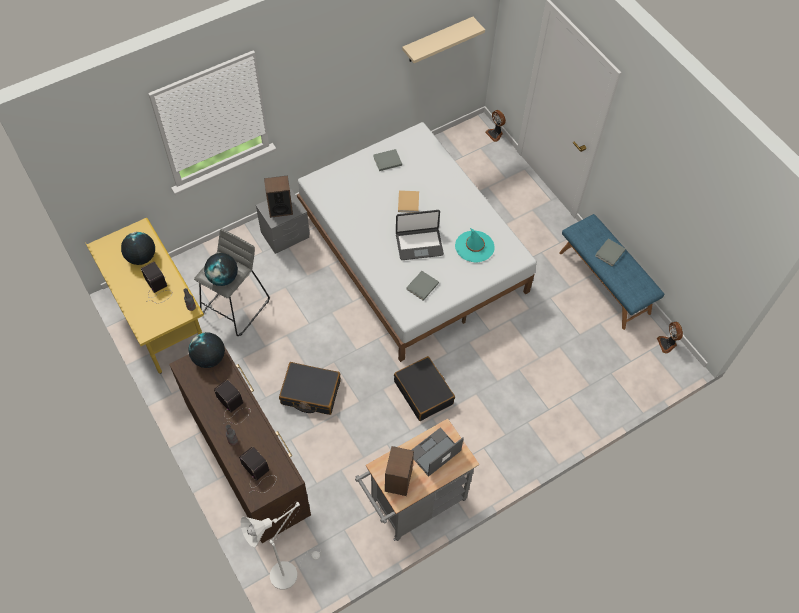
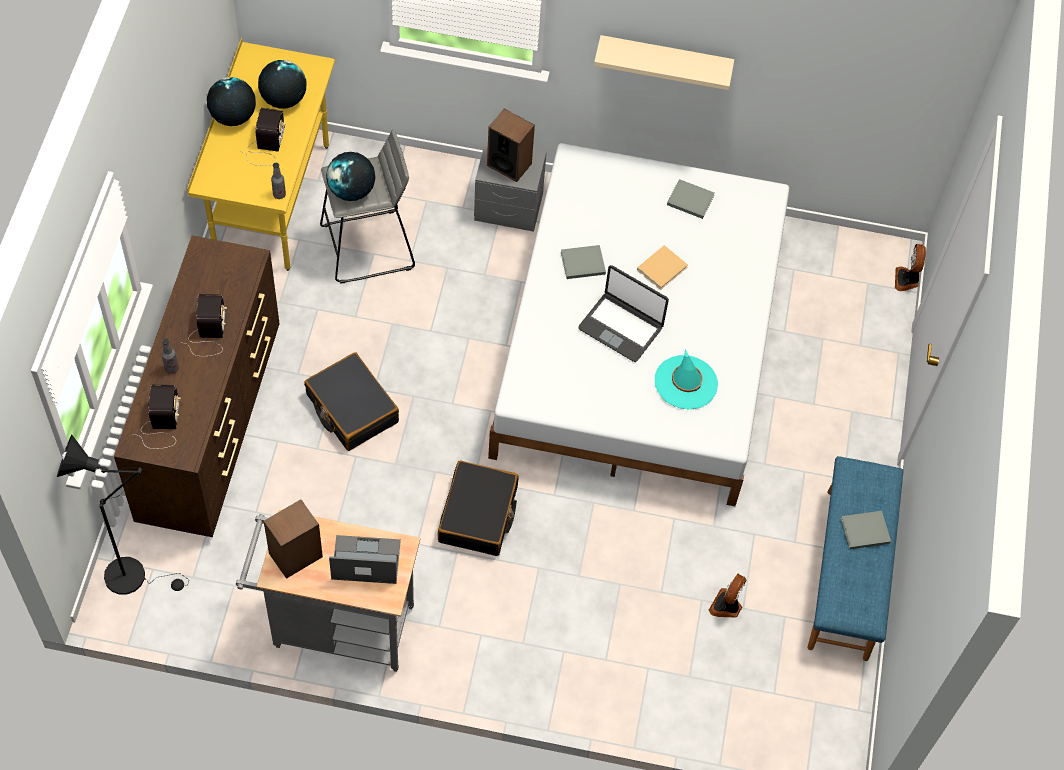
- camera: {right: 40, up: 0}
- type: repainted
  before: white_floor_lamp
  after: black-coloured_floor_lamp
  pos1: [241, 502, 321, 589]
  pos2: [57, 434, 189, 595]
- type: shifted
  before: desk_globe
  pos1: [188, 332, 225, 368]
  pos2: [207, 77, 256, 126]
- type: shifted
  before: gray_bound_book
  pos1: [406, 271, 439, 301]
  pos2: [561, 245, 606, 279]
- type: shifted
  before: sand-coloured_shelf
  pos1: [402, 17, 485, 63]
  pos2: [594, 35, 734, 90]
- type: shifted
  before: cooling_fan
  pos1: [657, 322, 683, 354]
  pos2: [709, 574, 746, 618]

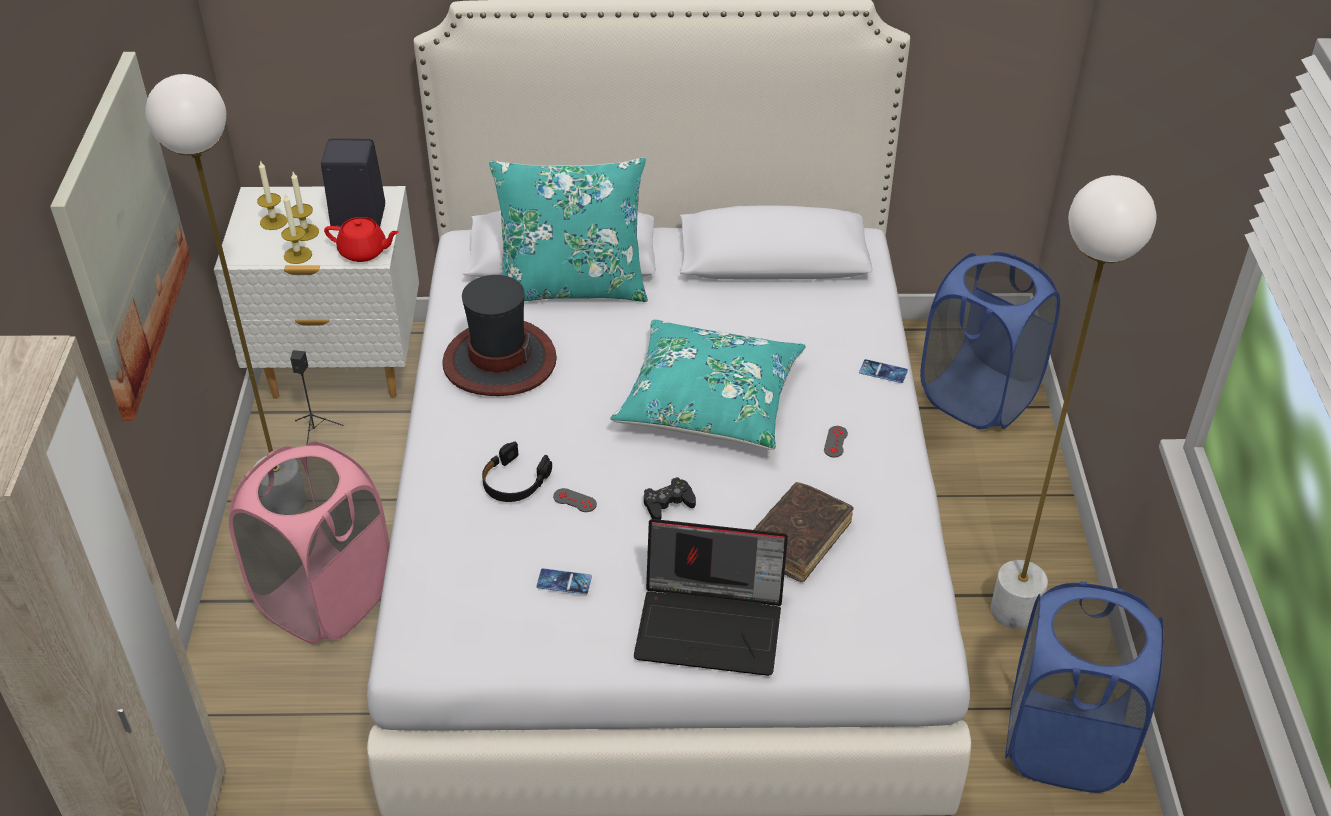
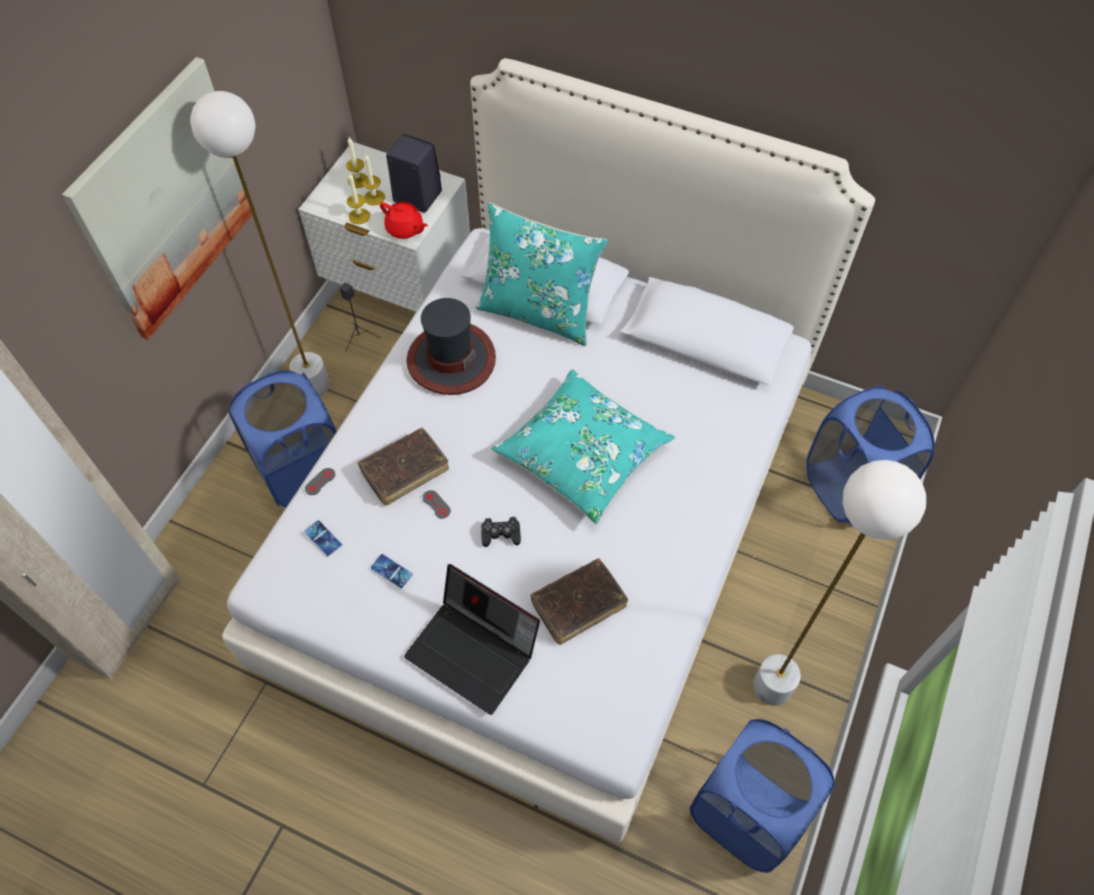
- camera: {right: 25, up: 15}
- type: repainted
  before: pink-coloured_laundry_basket
  after: bluish_laundry_basket
  pos1: [229, 441, 390, 644]
  pos2: [228, 370, 337, 507]
- type: shifted
  before: phone
  pos1: [859, 359, 908, 383]
  pos2: [304, 520, 342, 556]
- type: shifted
  before: gray_joypad
  pos1: [824, 426, 848, 458]
  pos2: [305, 468, 335, 495]
- type: swapped
  before: black-coloured_pair_of_headphones
  after: brownish_bound_book
  pos1: [482, 441, 552, 502]
  pos2: [357, 428, 449, 506]

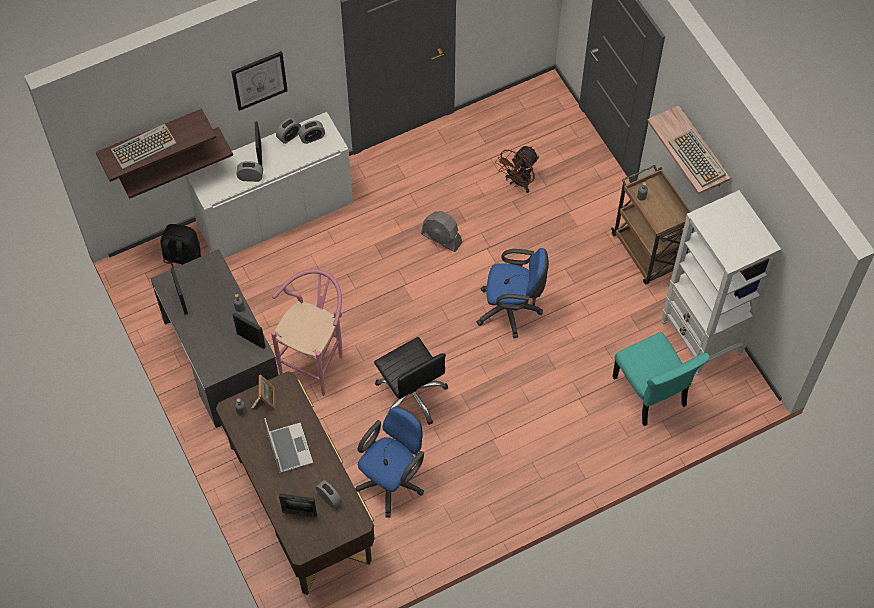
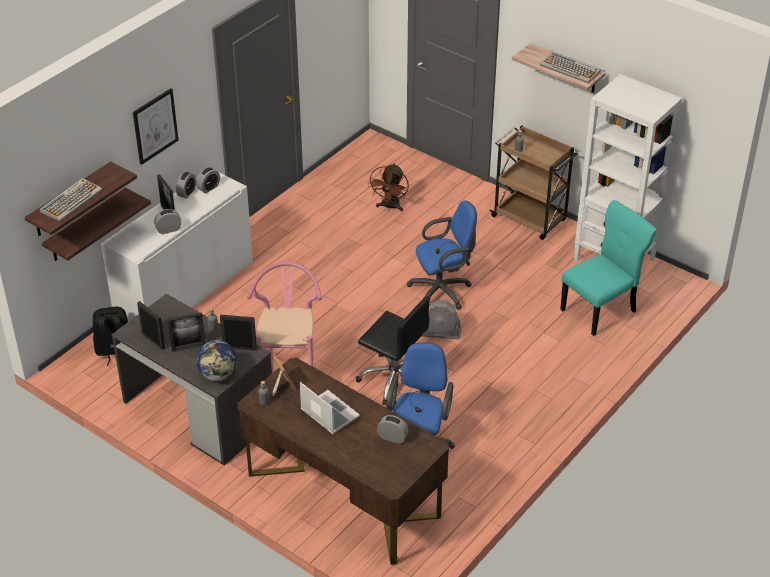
- camera: {right: -25, up: -20}
- type: shifted
  before: standing_frame
  pos1: [279, 493, 317, 518]
  pos2: [168, 312, 206, 352]
- type: new
  after: desk_globe
  pos2: [196, 340, 237, 381]
- type: shifted
  before: gray_cooling_fan
  pos1: [421, 211, 462, 252]
  pos2: [422, 300, 461, 339]
- type: rotated
  before: turquoise-coloured_chair
  pos1: [612, 332, 710, 426]
  pos2: [560, 200, 657, 336]
  turn: -75

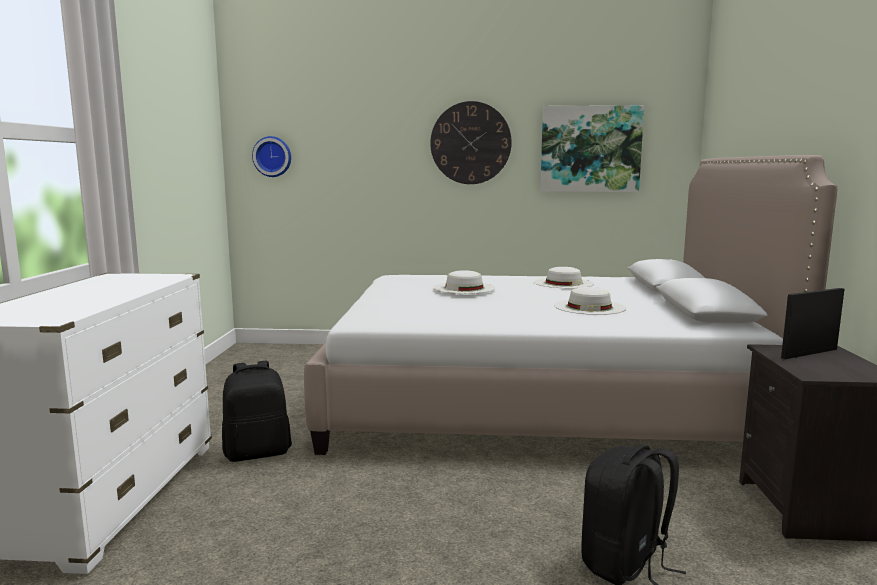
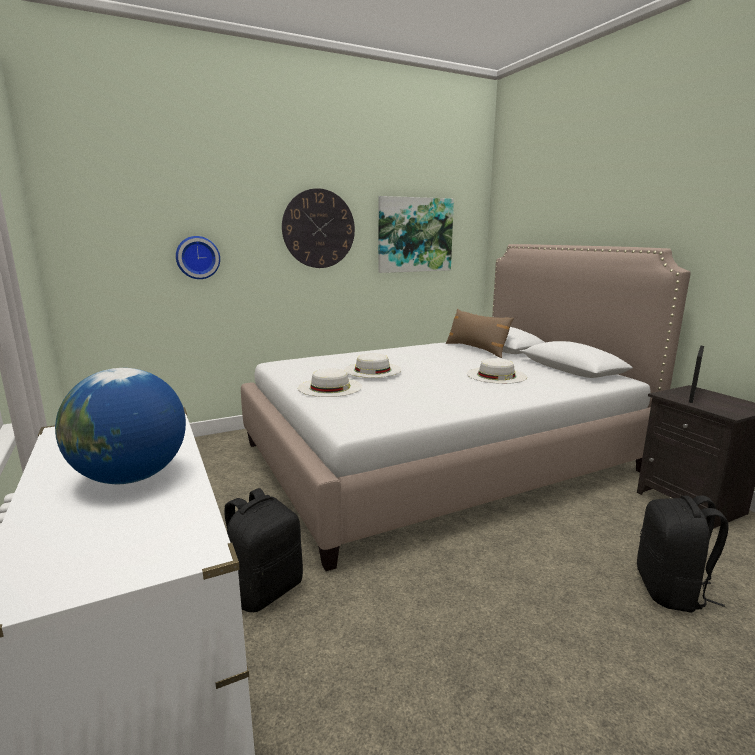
- camera: {right: -30, up: 5}
- type: new
  after: desk_globe
  pos2: [55, 368, 186, 484]
- type: shifted
  before: wall_clock
  pos1: [252, 136, 291, 177]
  pos2: [176, 236, 220, 279]
- type: shifted
  before: white_hat
  pos1: [534, 267, 594, 288]
  pos2: [298, 368, 362, 397]
- type: new
  after: brownish_throw_pillow
  pos2: [446, 309, 514, 358]

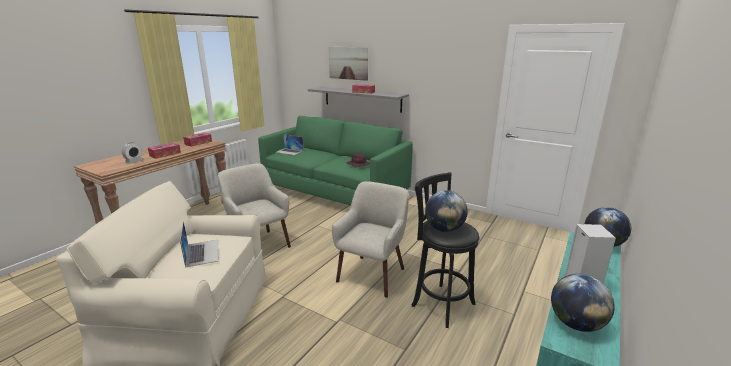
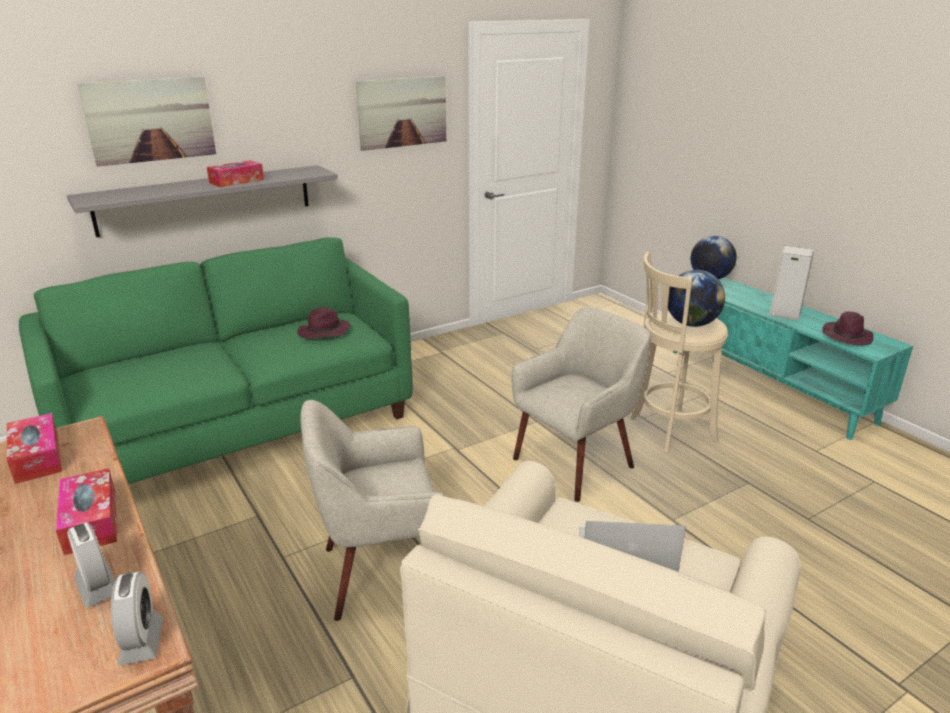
- camera: {right: -65, up: 5}
- type: new
  after: bedside_clock
  pos2: [111, 571, 163, 666]
- type: new
  after: wall_picture
  pos2: [356, 76, 446, 151]
- type: rotated
  before: sand-coloured_easy_chair
  pos1: [332, 181, 409, 298]
  pos2: [511, 306, 651, 502]
  turn: 90
- type: repainted
  before: black-coloured_stool
  after: sand-coloured_stool
  pos1: [412, 172, 479, 328]
  pos2: [630, 251, 728, 453]
- type: swapped
  before: desk_globe
  after: purplish_hat
  pos1: [551, 274, 615, 332]
  pos2: [822, 311, 874, 345]
- type: gone
  before: portable_computer
  pos1: [276, 134, 304, 155]

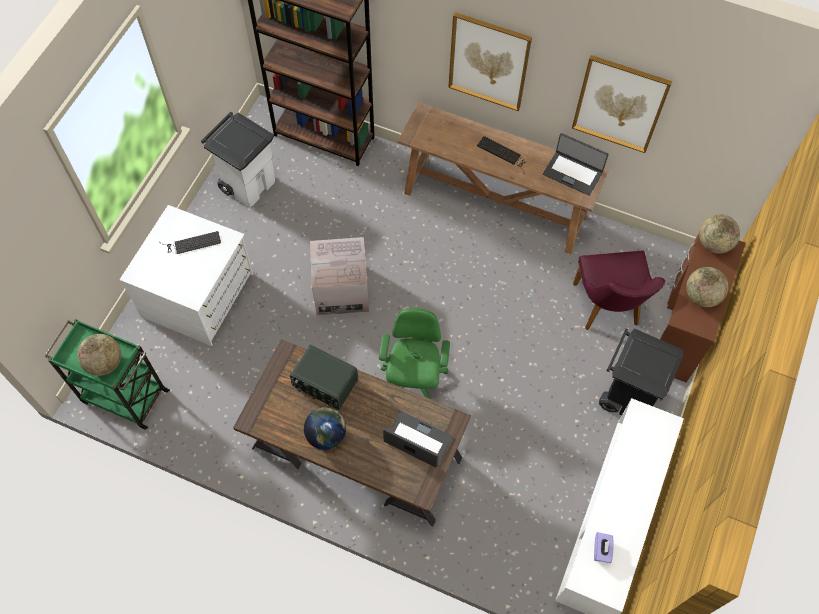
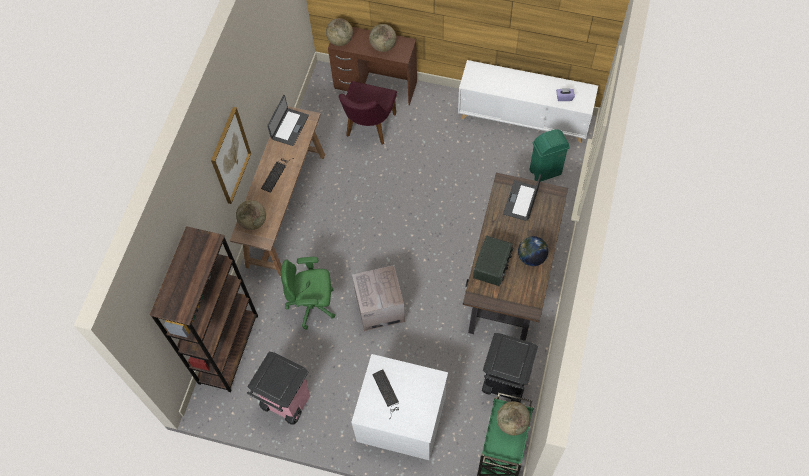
- camera: {right: -95, up: 0}
- type: new
  after: desk_globe
  pos2: [236, 200, 266, 230]
- type: repainted
  before: white_waste_bin
  after: pink-coloured_waste_bin
  pos1: [201, 112, 275, 208]
  pos2: [247, 352, 310, 425]
- type: shifted
  before: green-coloured_computer_chair
  pos1: [379, 308, 450, 399]
  pos2: [281, 257, 335, 330]
- type: rotated
  before: purplish_chair
  pos1: [573, 251, 665, 330]
  pos2: [339, 81, 397, 144]
  turn: 120
- type: shifted
  before: black-coloured_waste_bin
  pos1: [599, 328, 684, 416]
  pos2: [482, 333, 539, 403]
- type: new
  after: green-coloured_waste_bin
  pos2: [530, 129, 570, 182]
- type: gone
  before: wall_picture
  pos1: [572, 55, 672, 153]

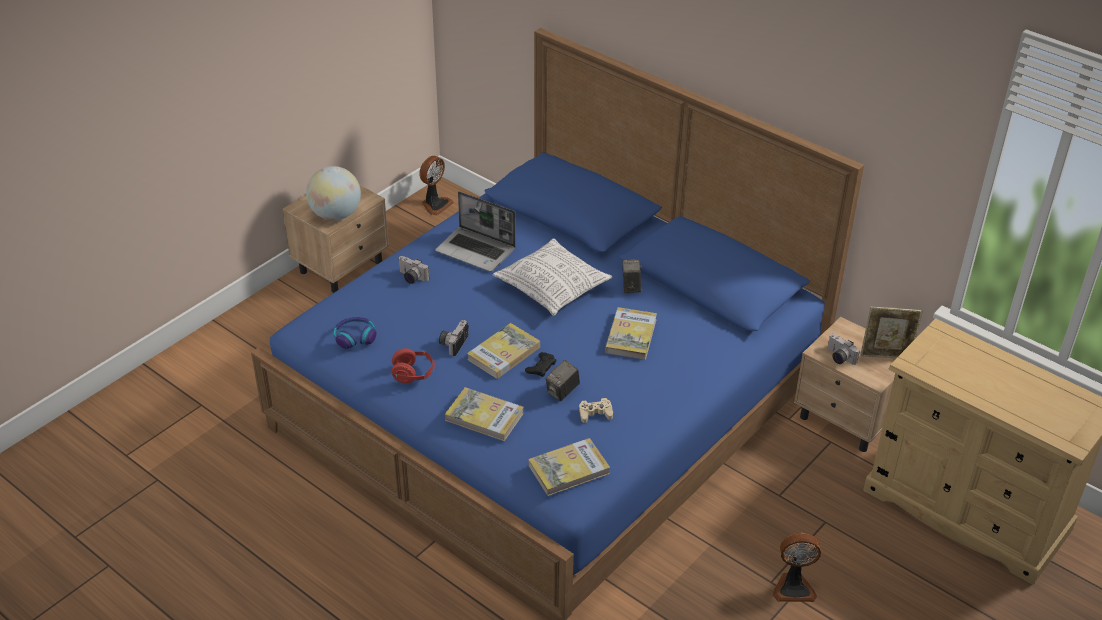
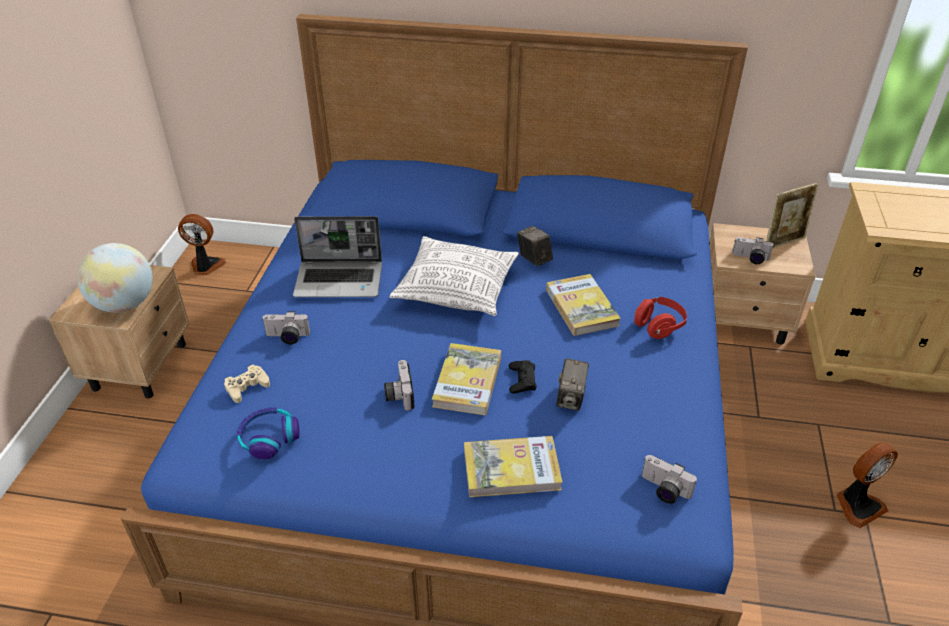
- camera: {right: -30, up: 0}
- type: rotated
  before: cooling_fan
  pos1: [419, 156, 454, 216]
  pos2: [178, 214, 227, 275]
  turn: -90
- type: shifted
  before: sand-coloured_joypad
  pos1: [579, 398, 613, 423]
  pos2: [224, 364, 270, 403]
- type: shifted
  before: red_pair_of_headphones
  pos1: [392, 348, 435, 384]
  pos2: [634, 297, 687, 339]
- type: swapped
  before: bound_book
  after: still_camera
  pos1: [528, 438, 610, 496]
  pos2: [642, 455, 697, 504]

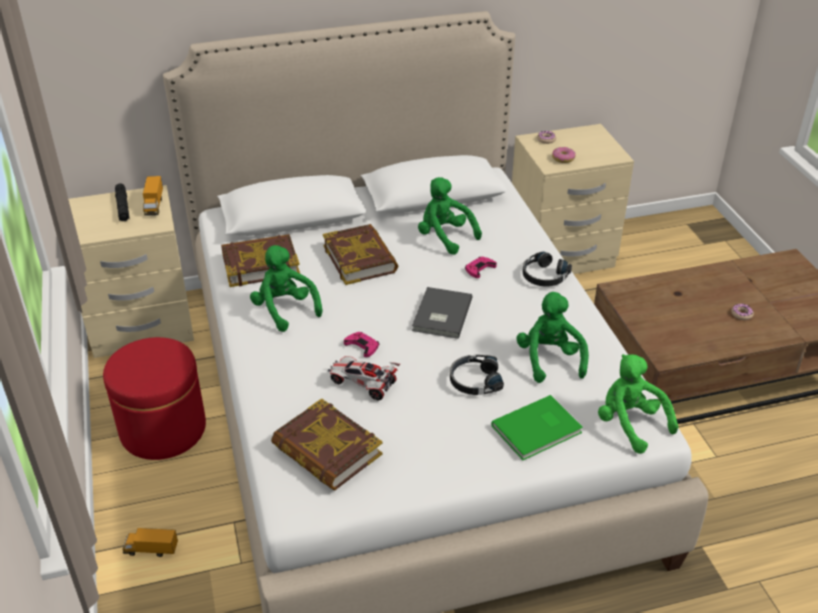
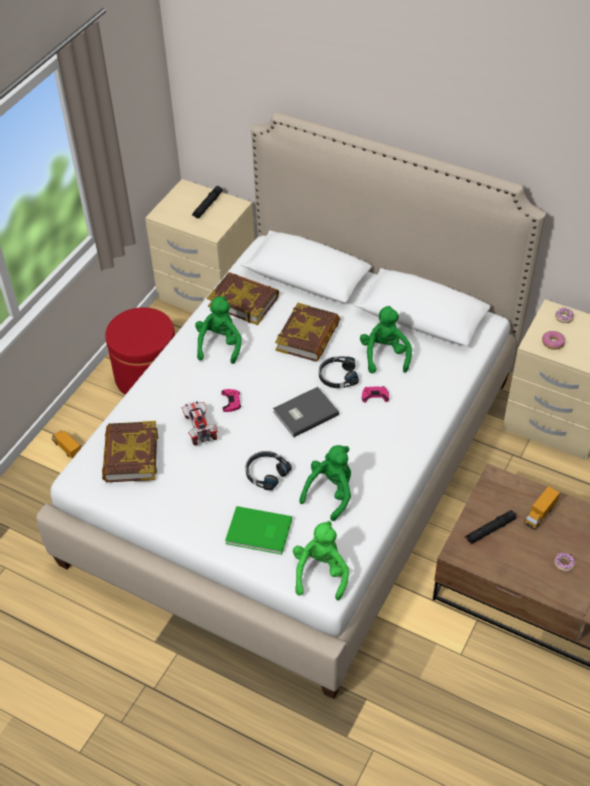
- camera: {right: 45, up: 10}
- type: shifted
  before: black-coloured_pair_of_headphones
  pos1: [523, 251, 572, 287]
  pos2: [319, 356, 359, 388]
- type: new
  after: black-coloured_torch
  pos2: [465, 510, 516, 544]
- type: shifted
  before: toy_truck
  pos1: [143, 176, 163, 216]
  pos2: [524, 486, 560, 530]

